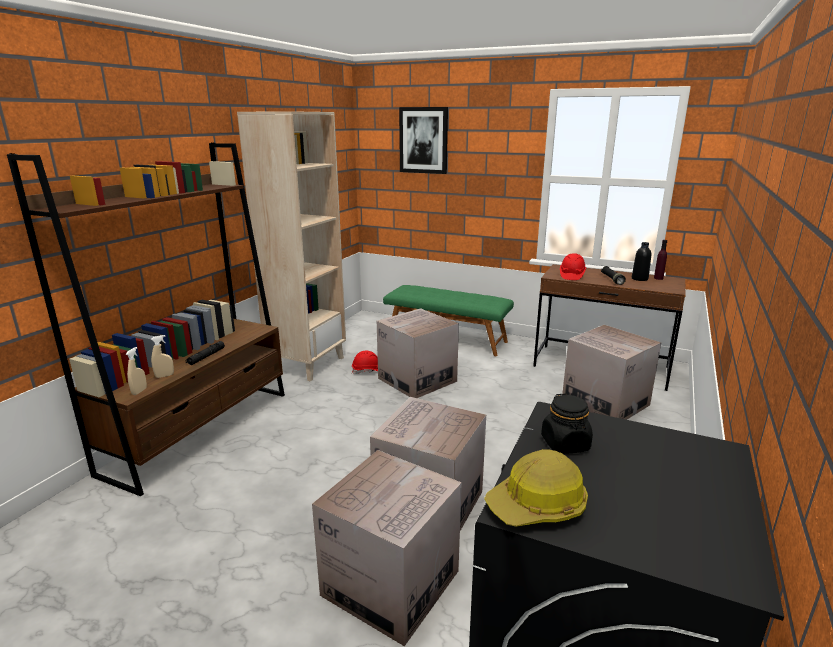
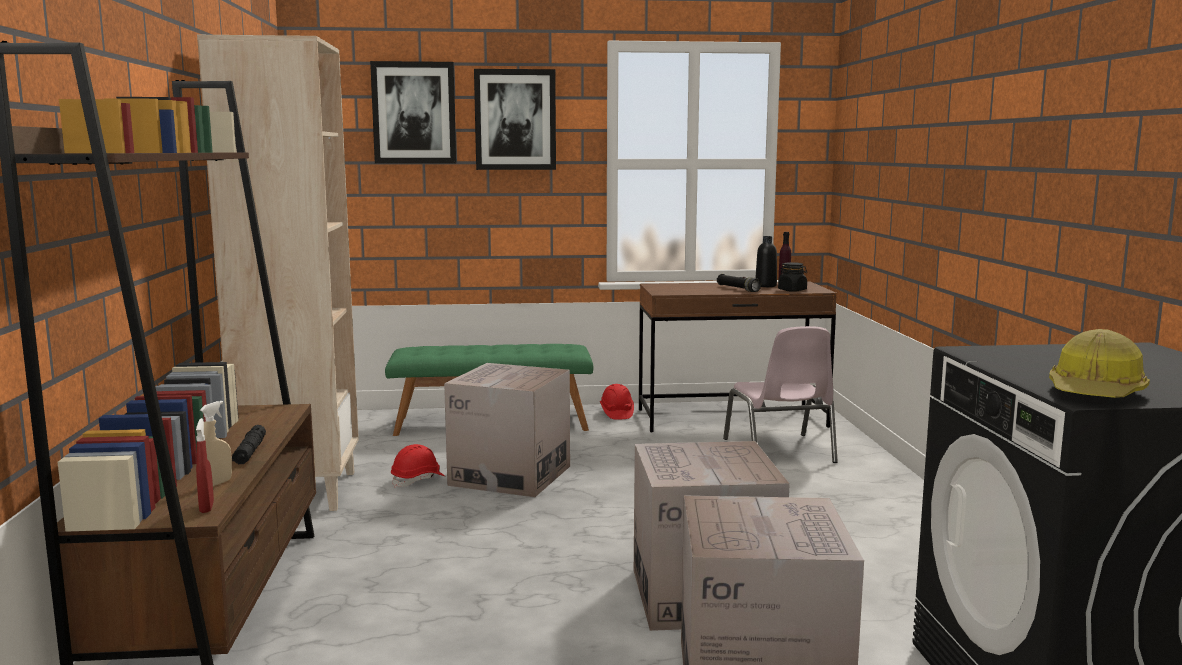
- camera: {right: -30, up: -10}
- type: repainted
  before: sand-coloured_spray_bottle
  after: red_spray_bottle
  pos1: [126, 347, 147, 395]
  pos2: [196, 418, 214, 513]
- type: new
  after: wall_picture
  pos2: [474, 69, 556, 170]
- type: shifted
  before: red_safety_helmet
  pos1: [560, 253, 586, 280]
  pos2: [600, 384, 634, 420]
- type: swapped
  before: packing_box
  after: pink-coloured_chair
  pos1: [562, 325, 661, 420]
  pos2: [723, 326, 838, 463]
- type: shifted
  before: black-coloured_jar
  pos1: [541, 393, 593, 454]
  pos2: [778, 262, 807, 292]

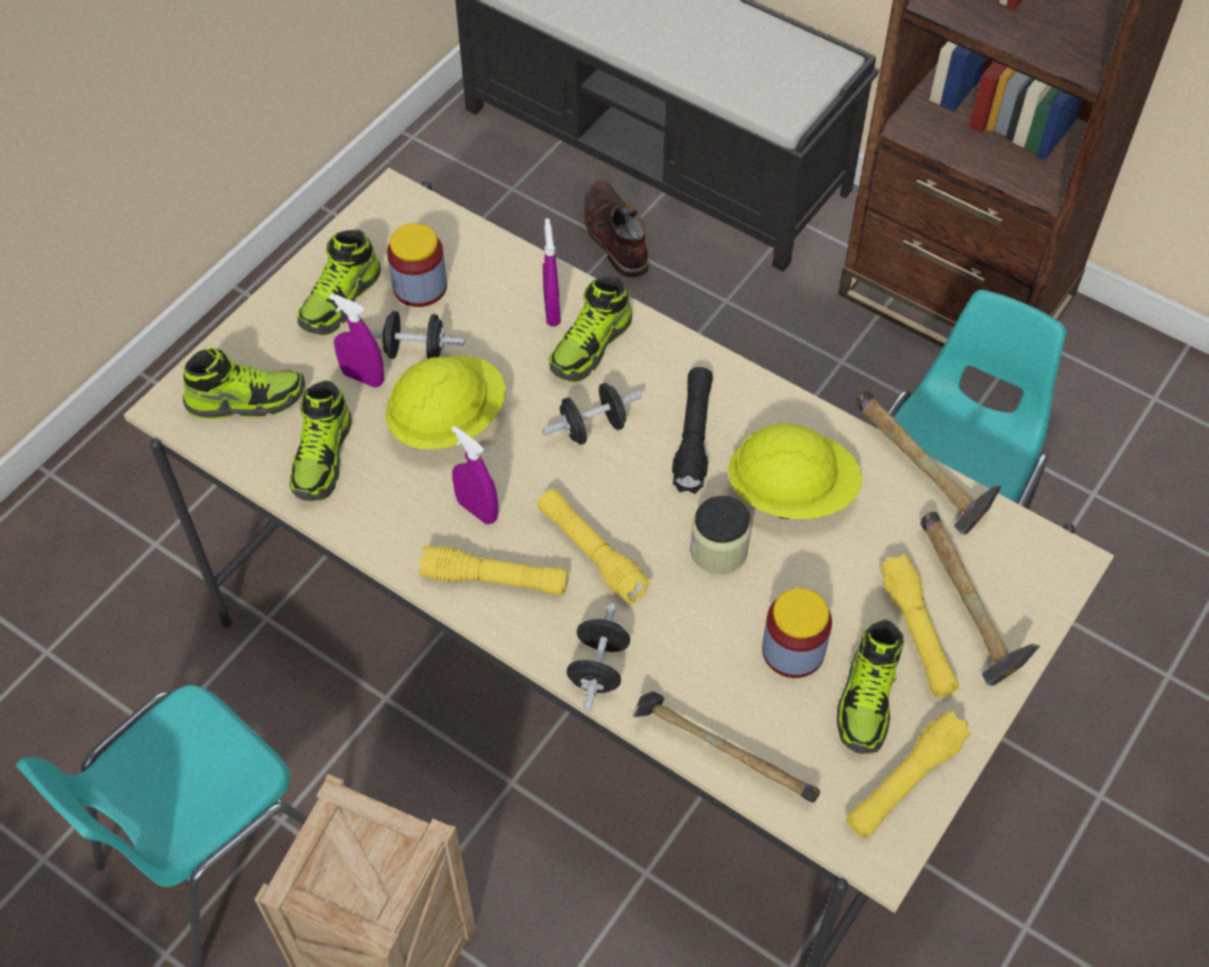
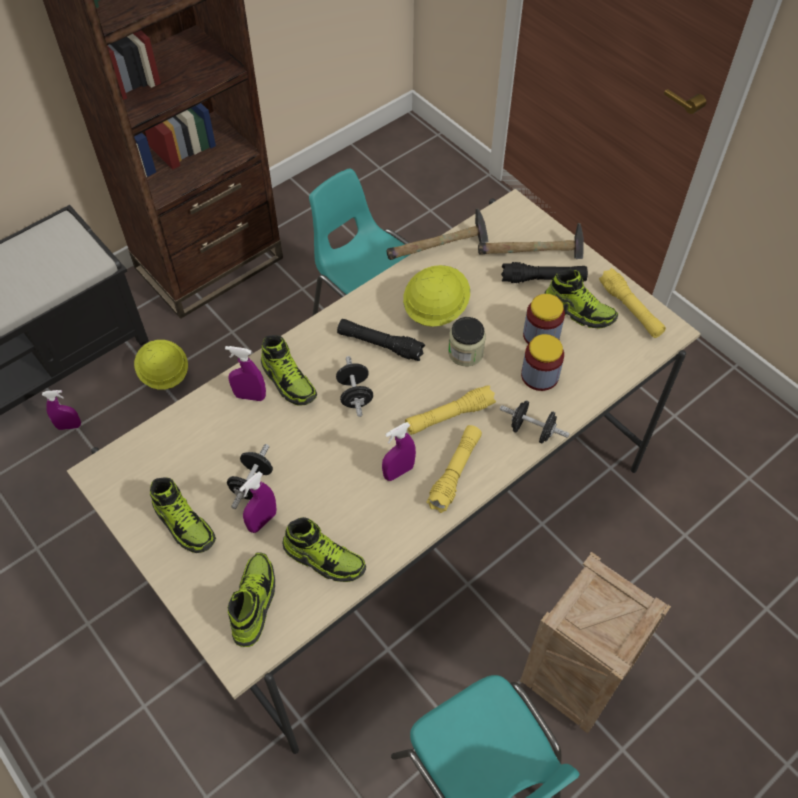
- camera: {right: -75, up: 0}
- type: swapped
  before: brownish_high-top_boot
  after: purplish_spray_bottle
  pos1: [584, 179, 649, 278]
  pos2: [42, 390, 81, 430]
- type: shifted
  before: yellow_safety_helmet
  pos1: [386, 356, 506, 449]
  pos2: [134, 340, 188, 390]
- type: repainted
  before: yellow_torch
  after: black-coloured_torch
  pos1: [879, 554, 959, 697]
  pos2: [501, 262, 588, 283]
- type: shifted
  before: jar
  pos1: [387, 223, 447, 307]
  pos2: [521, 334, 564, 391]
- type: gone
  before: hammer
  pos1: [632, 691, 820, 802]

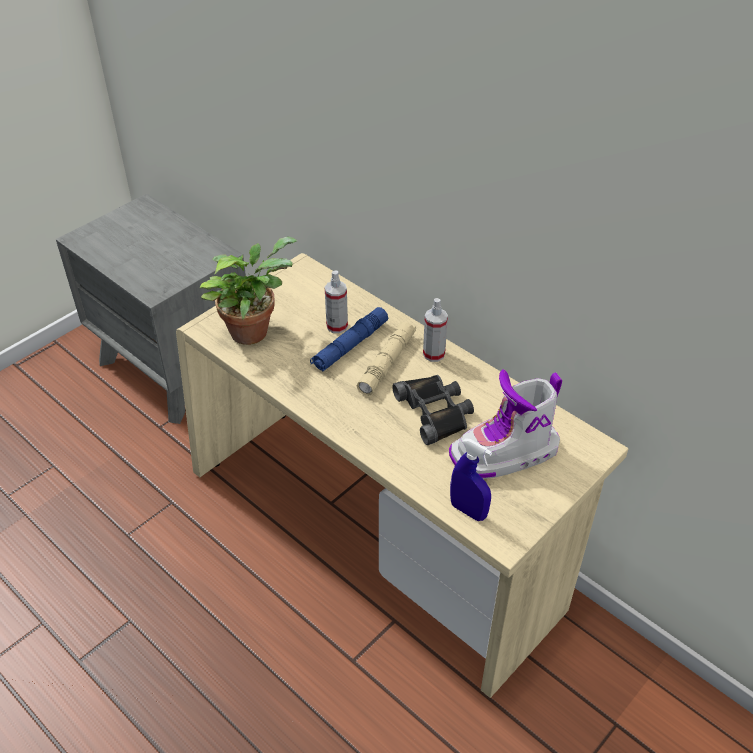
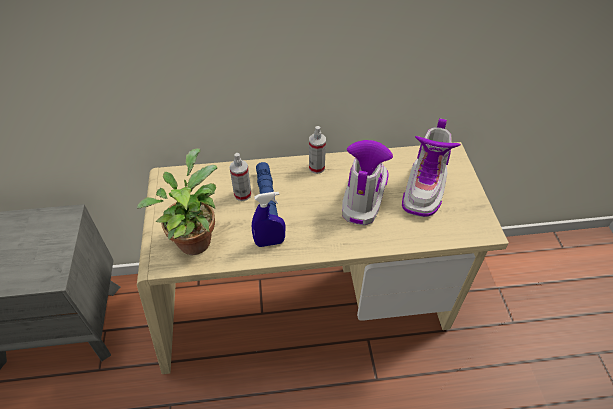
- camera: {right: -50, up: 5}
- type: shifted
  before: bluish_spray_bottle
  pos1: [450, 438, 492, 521]
  pos2: [252, 192, 286, 247]
- type: swapped
  before: black-coloured_pair_of_binoculars
  after: high-top_boot
  pos1: [392, 375, 474, 445]
  pos2: [342, 140, 393, 225]
- type: gone
  before: sand-coloured_torch
  pos1: [357, 321, 416, 396]

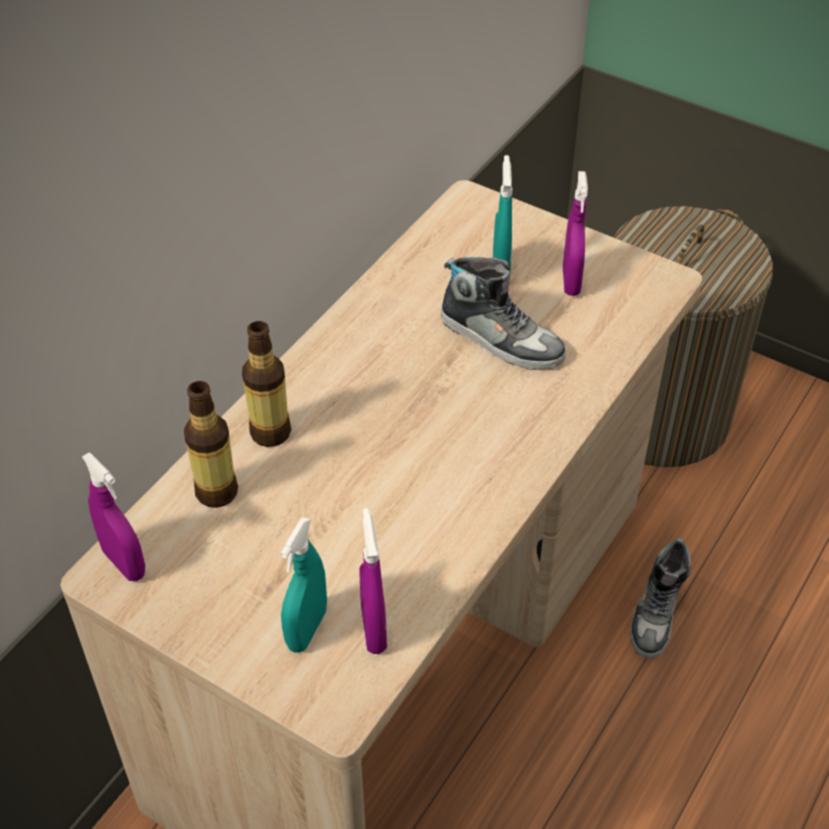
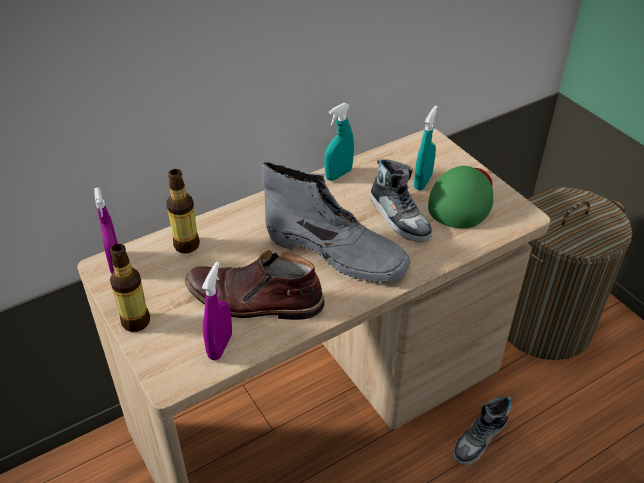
- camera: {right: 25, up: -5}
- type: shifted
  before: bottle
  pos1: [242, 321, 291, 447]
  pos2: [110, 244, 150, 332]
- type: new
  after: brownish_high-top_boot
  pos2: [185, 250, 325, 320]
- type: new
  after: gray_high-top_boot
  pos2: [262, 162, 410, 283]
- type: shifted
  before: turquoise-coloured_spray_bottle
  pos1: [281, 517, 327, 652]
  pos2: [324, 103, 354, 181]
- type: swapped
  before: purplish_spray_bottle
  after: green-coloured_cap
  pos1: [563, 171, 588, 296]
  pos2: [428, 166, 493, 228]

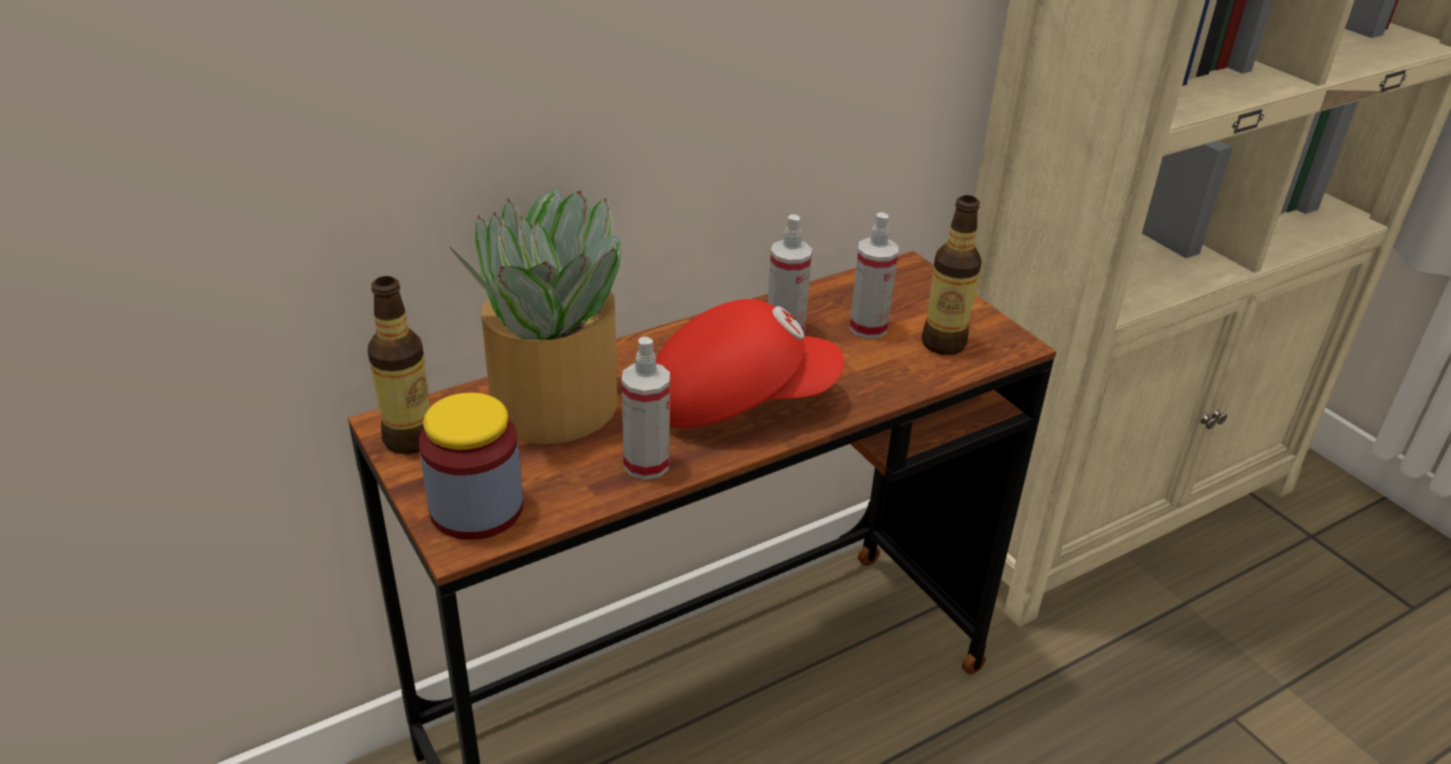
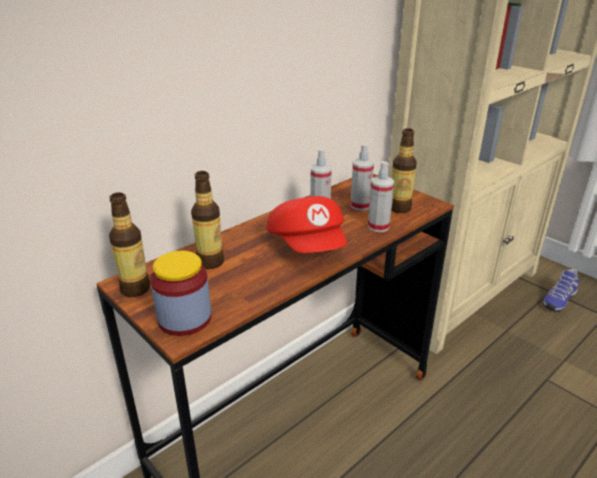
- camera: {right: -10, up: -5}
- type: swapped
  before: houseplant
  after: bottle
  pos1: [449, 189, 621, 444]
  pos2: [191, 171, 224, 269]
- type: rotated
  before: red_cap
  pos1: [656, 299, 844, 428]
  pos2: [266, 196, 347, 253]
  turn: 90
- type: shifted
  before: spray_bottle
  pos1: [622, 337, 670, 480]
  pos2: [368, 161, 394, 232]
- type: new
  after: low_shoe
  pos2: [542, 269, 579, 312]

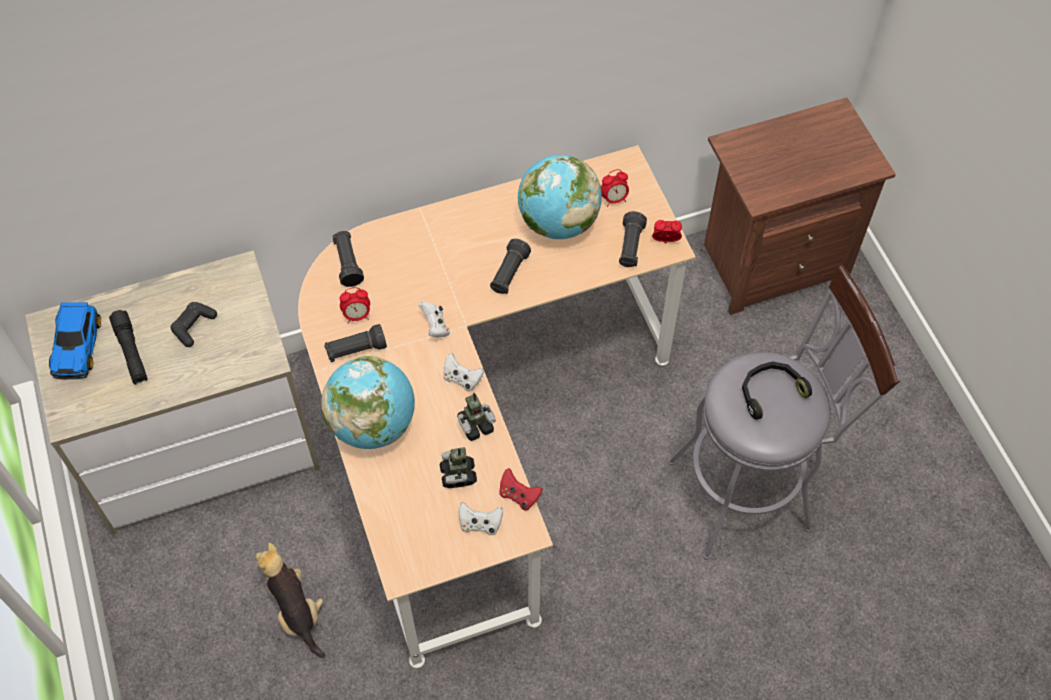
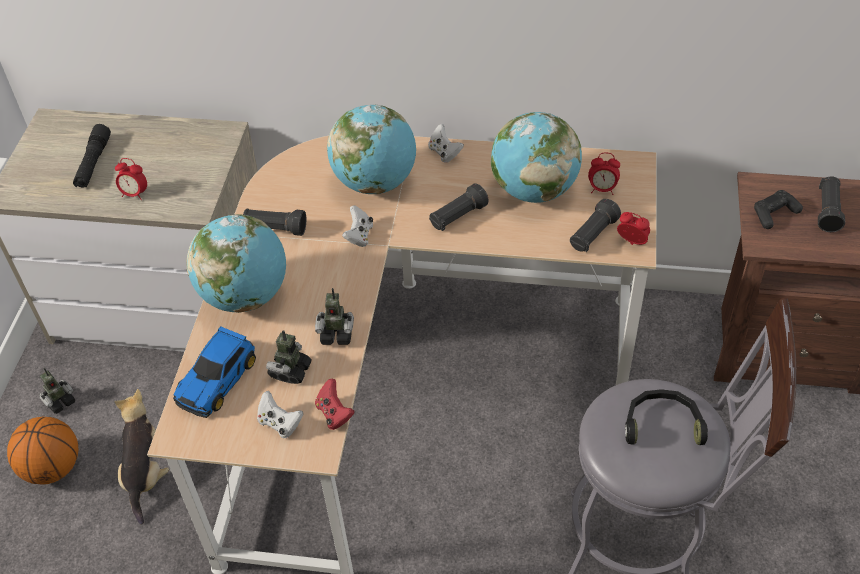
- camera: {right: 30, up: -10}
- type: new
  after: ball_for_basketball
  pos2: [7, 417, 78, 485]
- type: new
  after: robot_figure
  pos2: [39, 368, 75, 414]
- type: shifted
  before: bedside_clock
  pos1: [339, 287, 370, 323]
  pos2: [115, 158, 147, 200]
- type: shifted
  before: model_car
  pos1: [49, 302, 101, 379]
  pos2: [173, 326, 256, 418]
- type: new
  after: desk_globe
  pos2: [327, 105, 416, 194]
- type: shifted
  before: white_joypad
  pos1: [444, 353, 484, 392]
  pos2: [428, 124, 464, 163]
- type: shifted
  before: black-coloured_joypad
  pos1: [171, 302, 217, 347]
  pos2: [754, 190, 803, 229]
- type: shifted
  before: black-coloured_torch
  pos1: [332, 231, 364, 287]
  pos2: [818, 176, 845, 232]

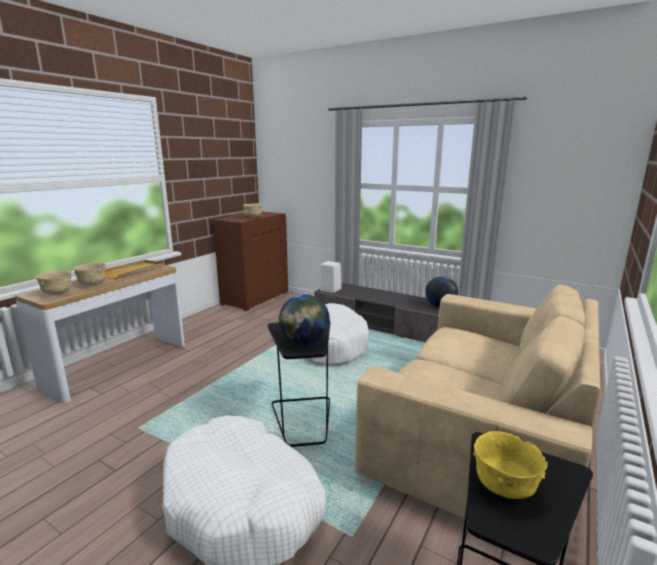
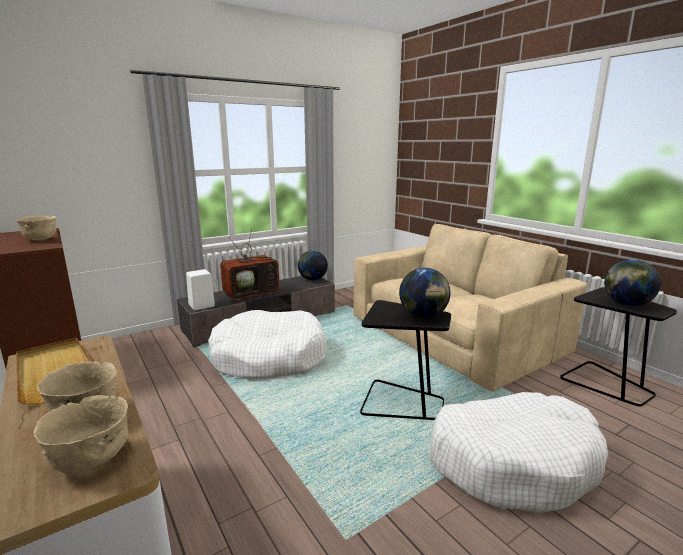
- camera: {right: -65, up: 0}
- type: new
  after: TV
  pos2: [220, 229, 282, 301]
- type: swapped
  before: yellow_deep_dish
  after: desk_globe
  pos1: [473, 431, 548, 499]
  pos2: [604, 259, 661, 306]

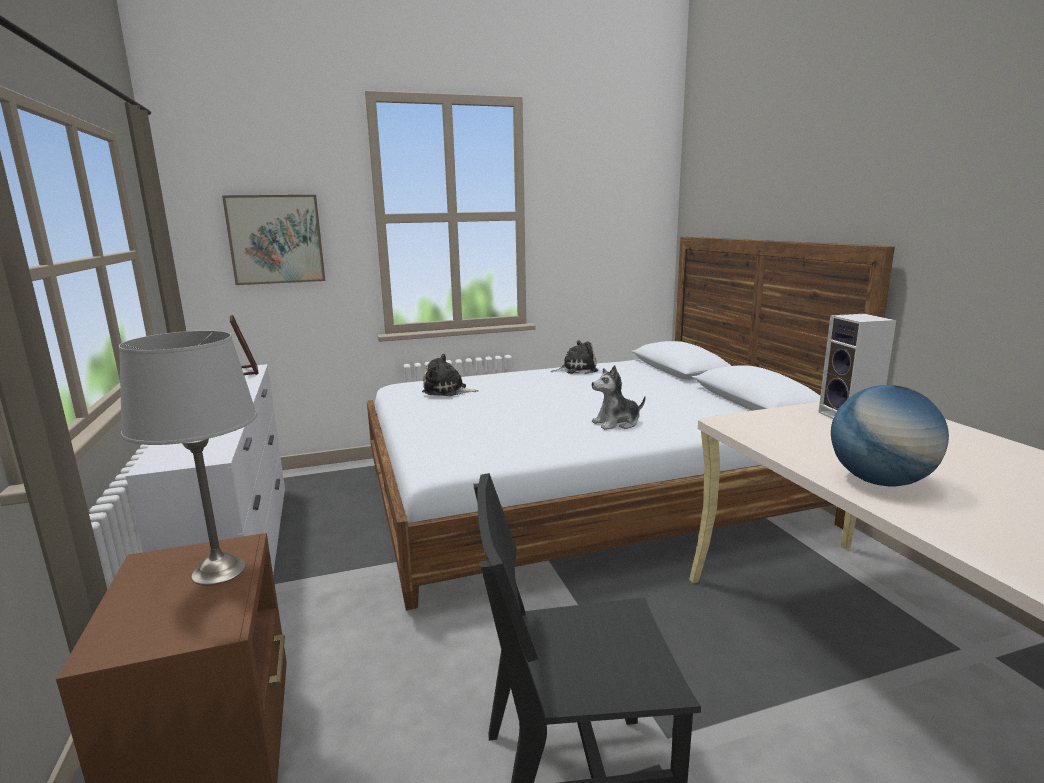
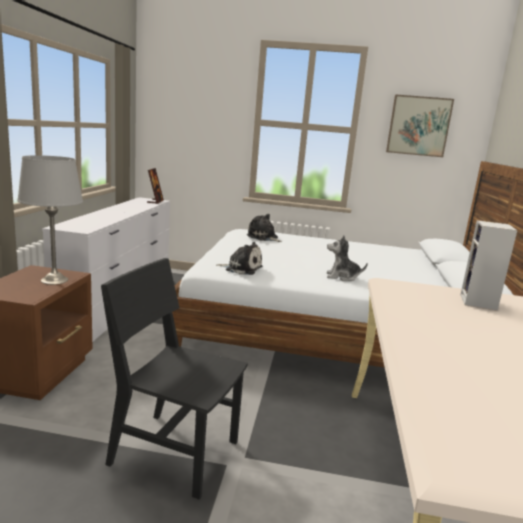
- camera: {right: 25, up: 0}
- type: shifted
  before: soft_toy
  pos1: [551, 340, 598, 374]
  pos2: [216, 242, 263, 275]
- type: shifted
  before: wall_picture
  pos1: [222, 195, 325, 285]
  pos2: [386, 94, 454, 157]
- type: gone
  before: desk_globe
  pos1: [831, 385, 949, 486]

